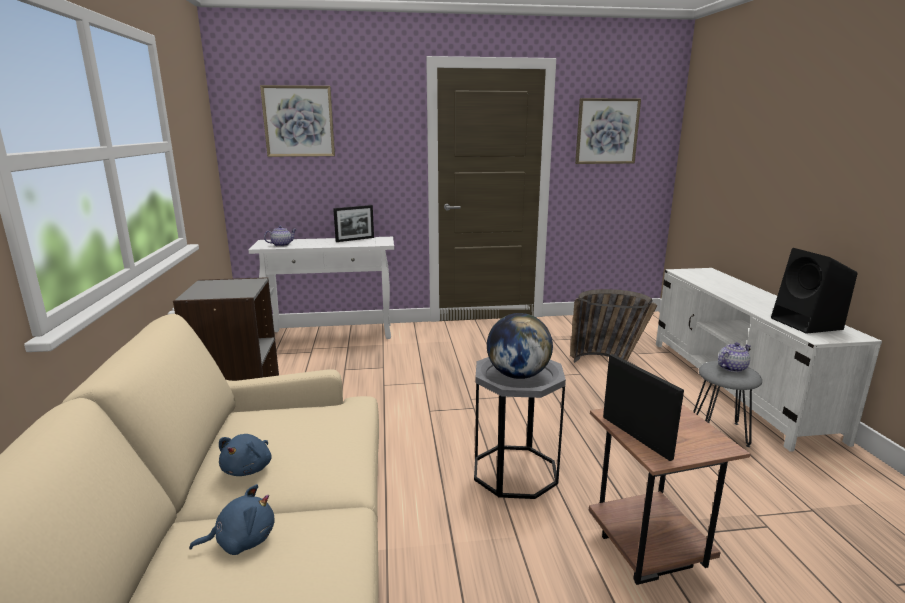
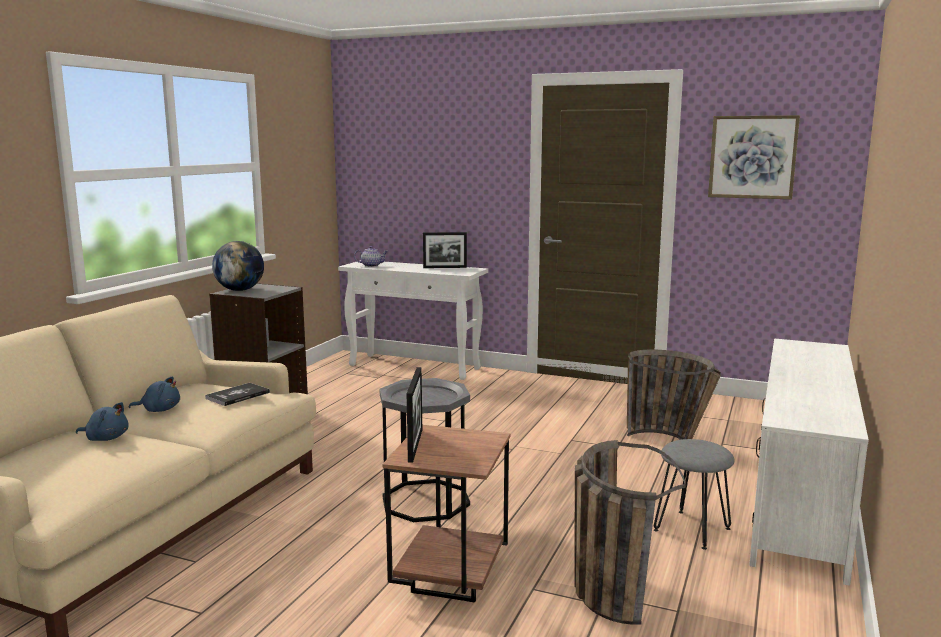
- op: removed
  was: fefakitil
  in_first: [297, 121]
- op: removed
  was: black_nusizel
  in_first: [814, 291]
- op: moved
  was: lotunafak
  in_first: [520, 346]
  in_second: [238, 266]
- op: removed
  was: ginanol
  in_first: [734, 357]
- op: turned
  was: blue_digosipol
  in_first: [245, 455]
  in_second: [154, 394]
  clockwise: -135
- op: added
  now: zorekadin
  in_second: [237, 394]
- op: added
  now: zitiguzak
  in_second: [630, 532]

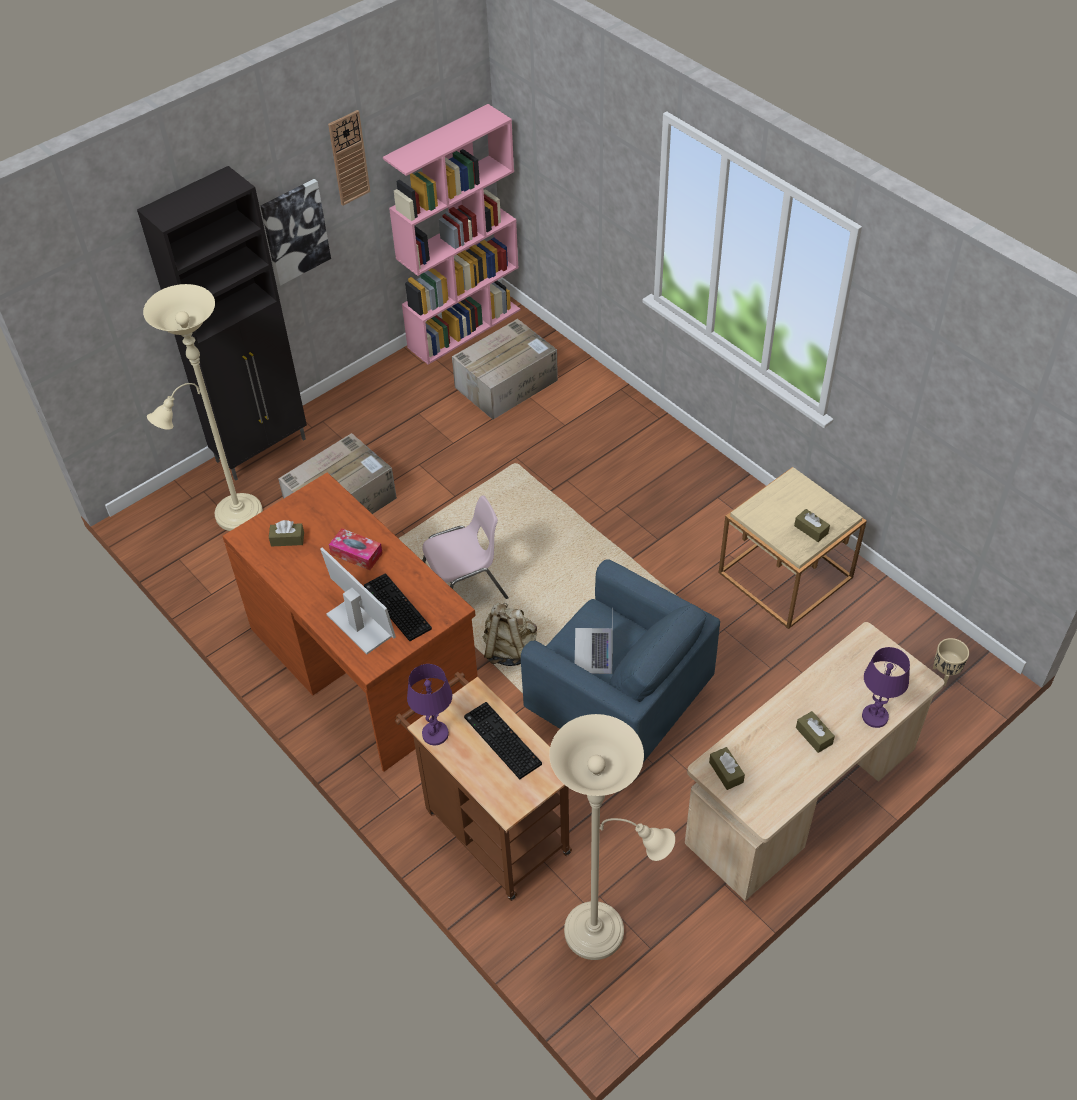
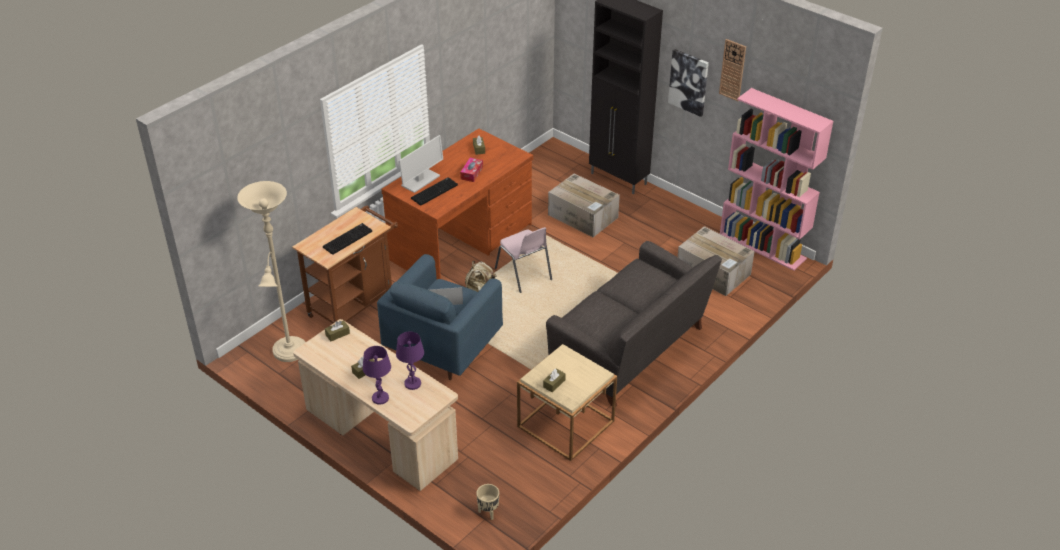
- op: removed
  was: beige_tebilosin
  in_first: [203, 407]
- op: moved
  was: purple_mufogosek
  in_first: [429, 704]
  in_second: [410, 360]
- op: added
  now: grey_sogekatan
  in_second: [634, 324]

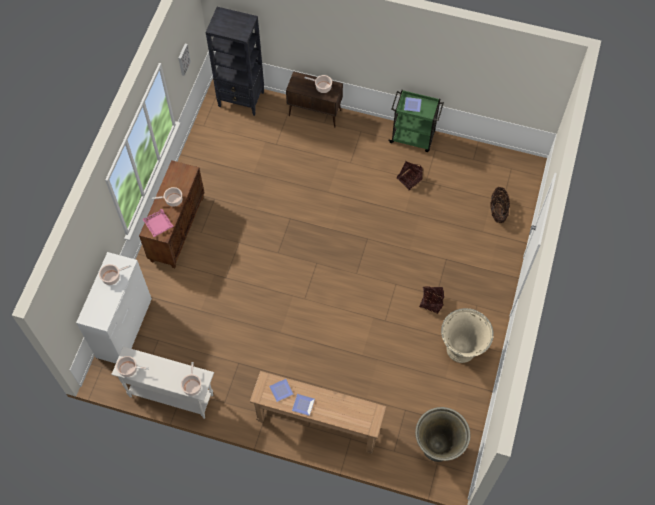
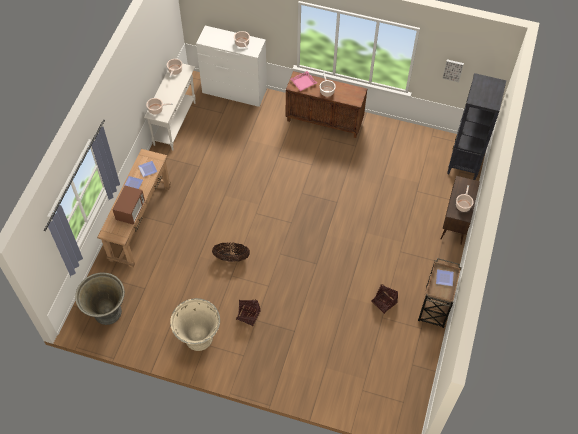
- op: recoloured
  was: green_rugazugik
  now: brown_rugazugik
  in_first: [416, 121]
  in_second: [440, 293]
- op: moved
  was: zitiguzak
  in_first: [500, 205]
  in_second: [231, 252]
- op: added
  now: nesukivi
  in_second: [128, 205]

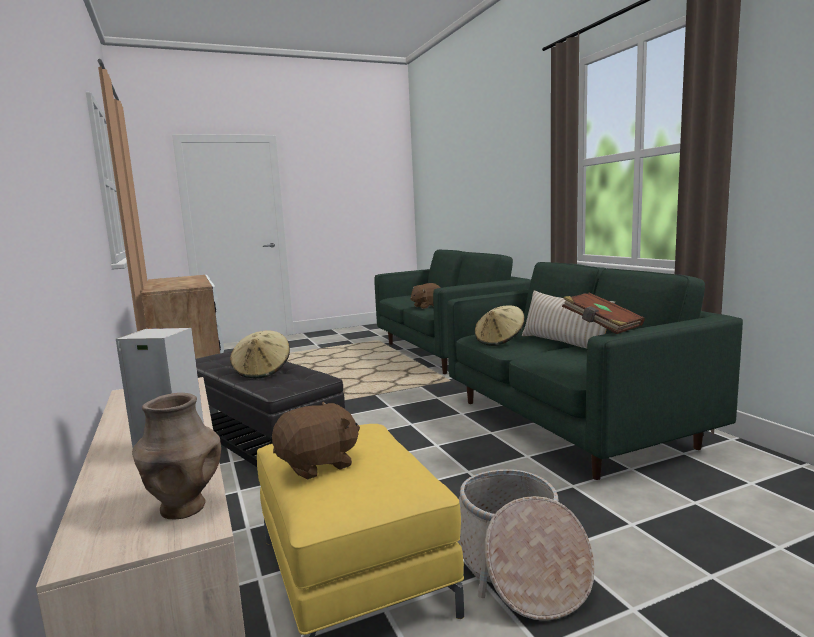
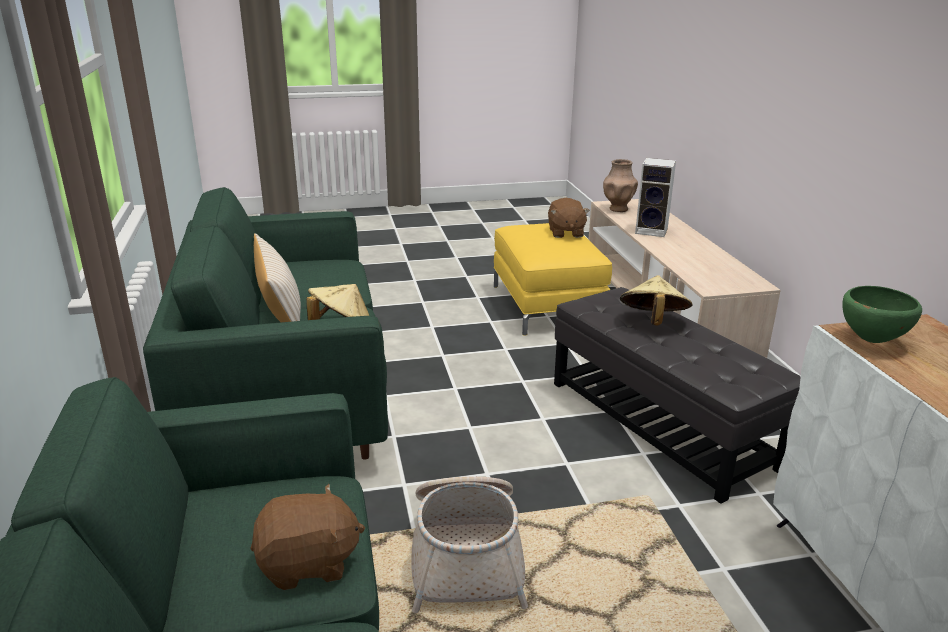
- op: removed
  was: brown_zorekadin
  in_first: [603, 313]
- op: turned
  was: brown_digosipol
  in_first: [316, 440]
  in_second: [569, 218]
  clockwise: -75
- op: moved
  was: zitiguzak
  in_first: [526, 545]
  in_second: [469, 545]
- op: added
  now: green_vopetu
  in_second: [882, 314]

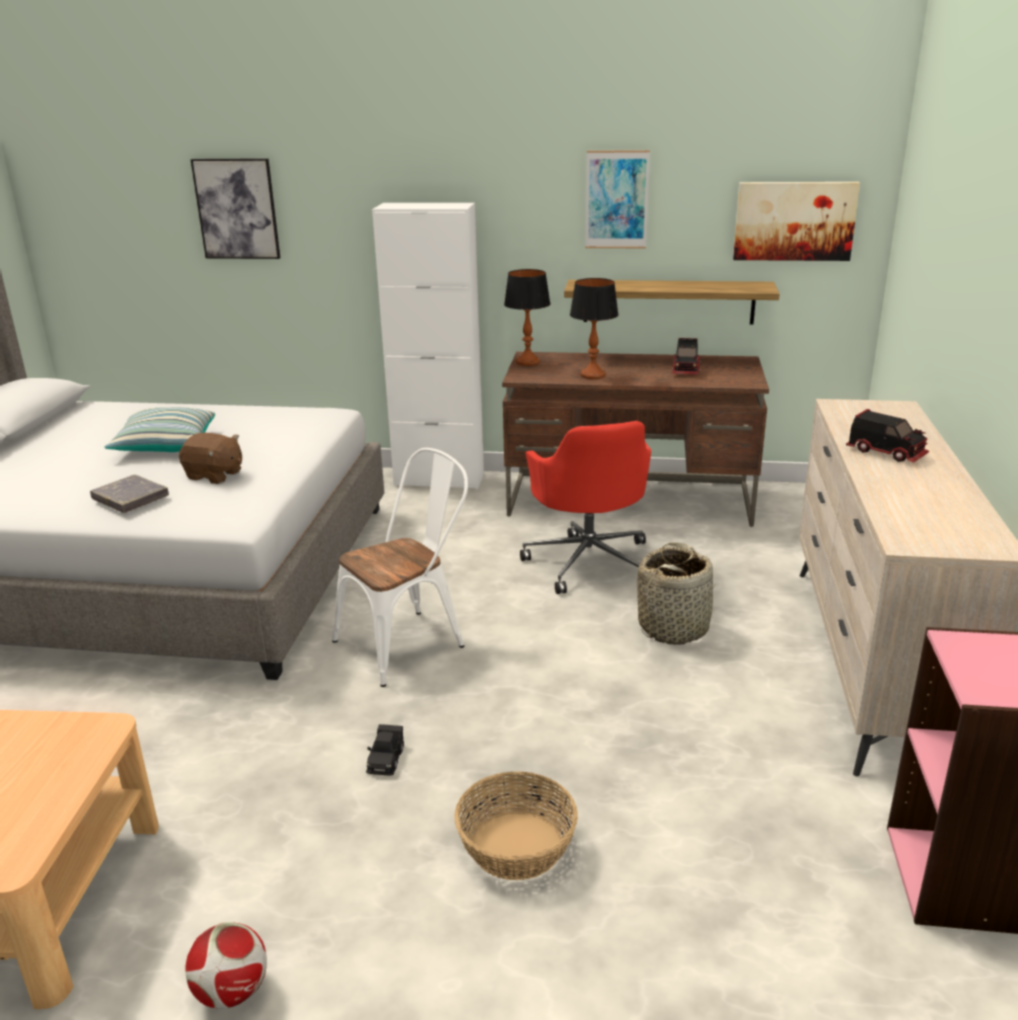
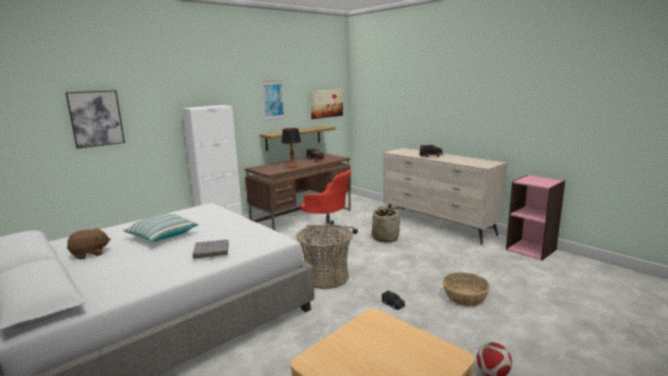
- op: removed
  was: mufogosek
  in_first: [527, 317]
- op: moved
  was: brown_digosipol
  in_first: [210, 458]
  in_second: [89, 244]
- op: replaced
  was: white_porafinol
  now: zitiguzak
  in_first: [400, 567]
  in_second: [324, 256]

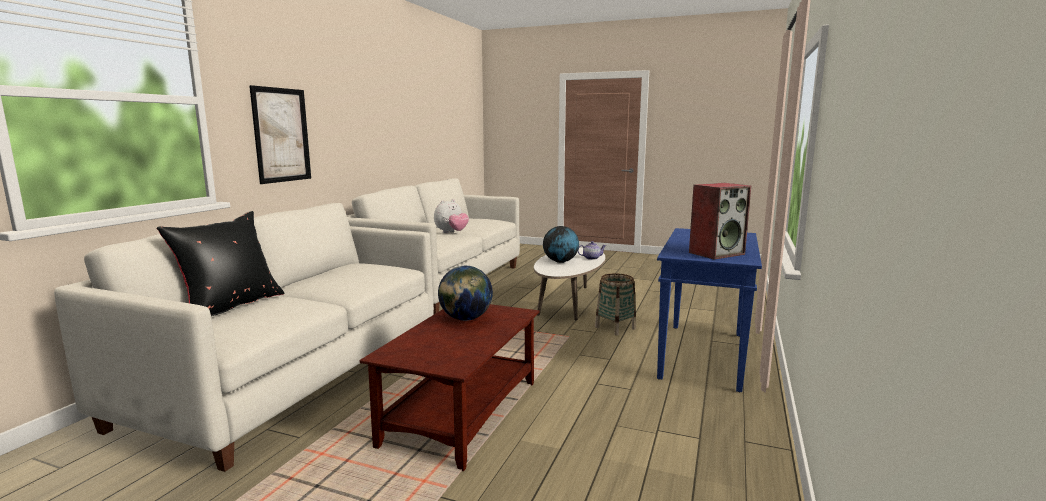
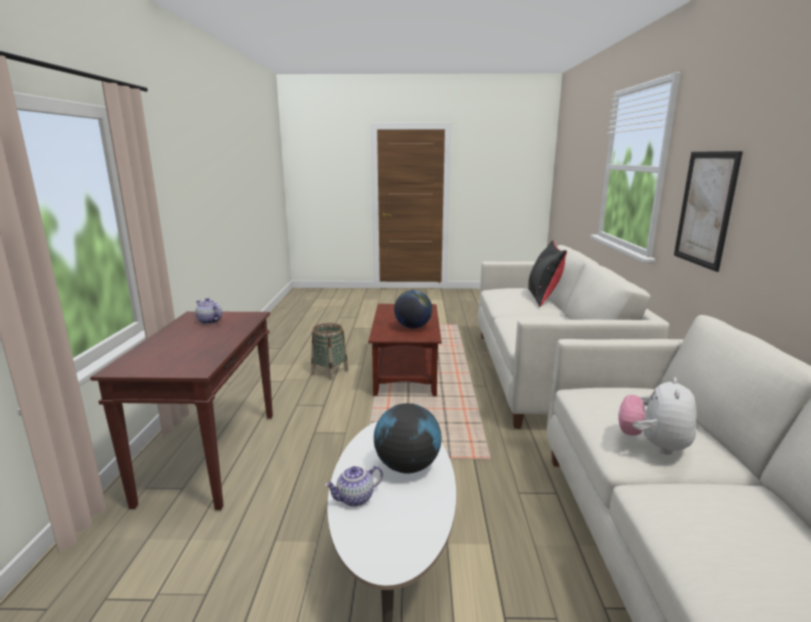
- op: replaced
  was: nusizel
  now: ginanol
  in_first: [720, 221]
  in_second: [208, 311]
- op: recoloured
  was: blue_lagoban
  now: brown_lagoban
  in_first: [709, 310]
  in_second: [181, 410]
- op: moved
  was: zitiguzak
  in_first: [615, 304]
  in_second: [329, 351]

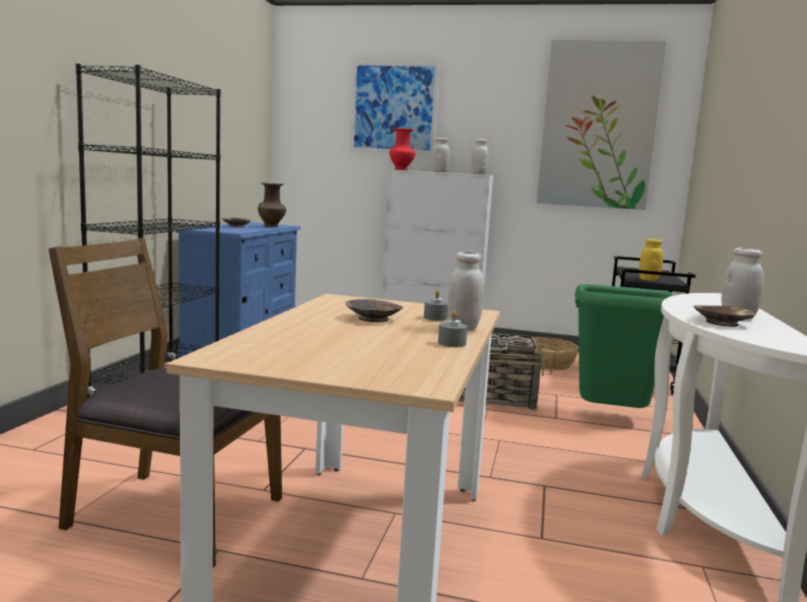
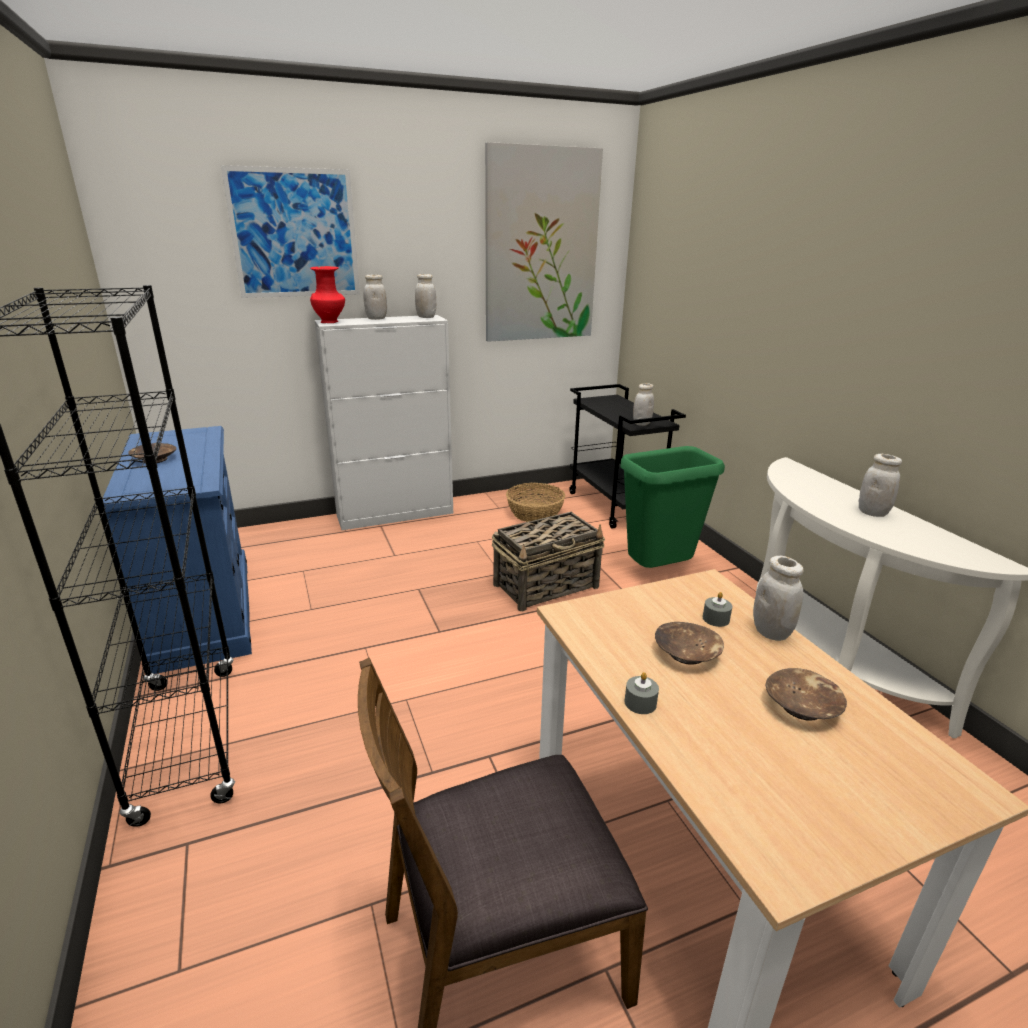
- op: removed
  was: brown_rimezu
  in_first: [272, 205]
- op: recoloured
  was: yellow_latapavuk
  now: white_latapavuk
  in_first: [651, 260]
  in_second: [643, 404]
- op: moved
  was: brown_vopetu
  in_first: [724, 316]
  in_second: [806, 694]
- op: moved
  was: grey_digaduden
  in_first: [452, 328]
  in_second: [642, 693]

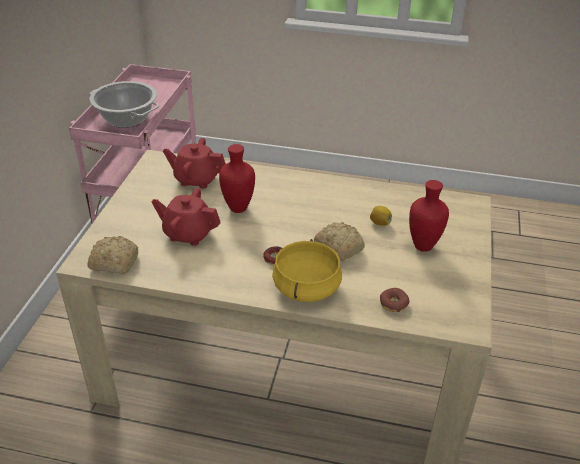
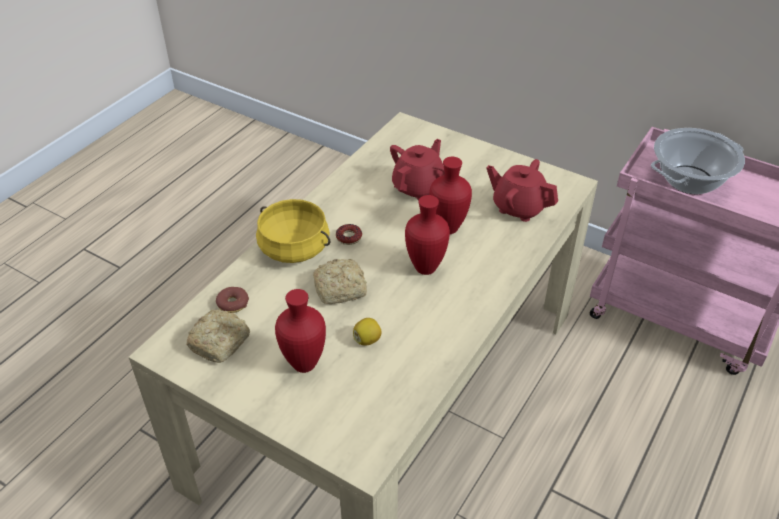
- op: turned
  was: red_ginanol
  in_first: [194, 163]
  in_second: [522, 190]
  clockwise: -90
- op: moved
  was: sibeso
  in_first: [112, 255]
  in_second: [218, 336]
- op: added
  now: red_rimezu
  in_second: [427, 235]

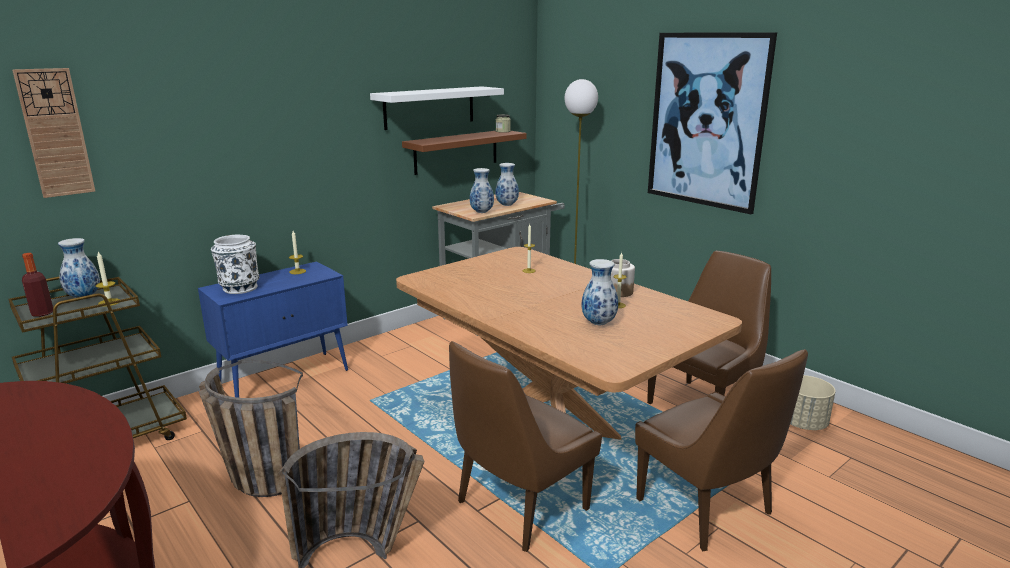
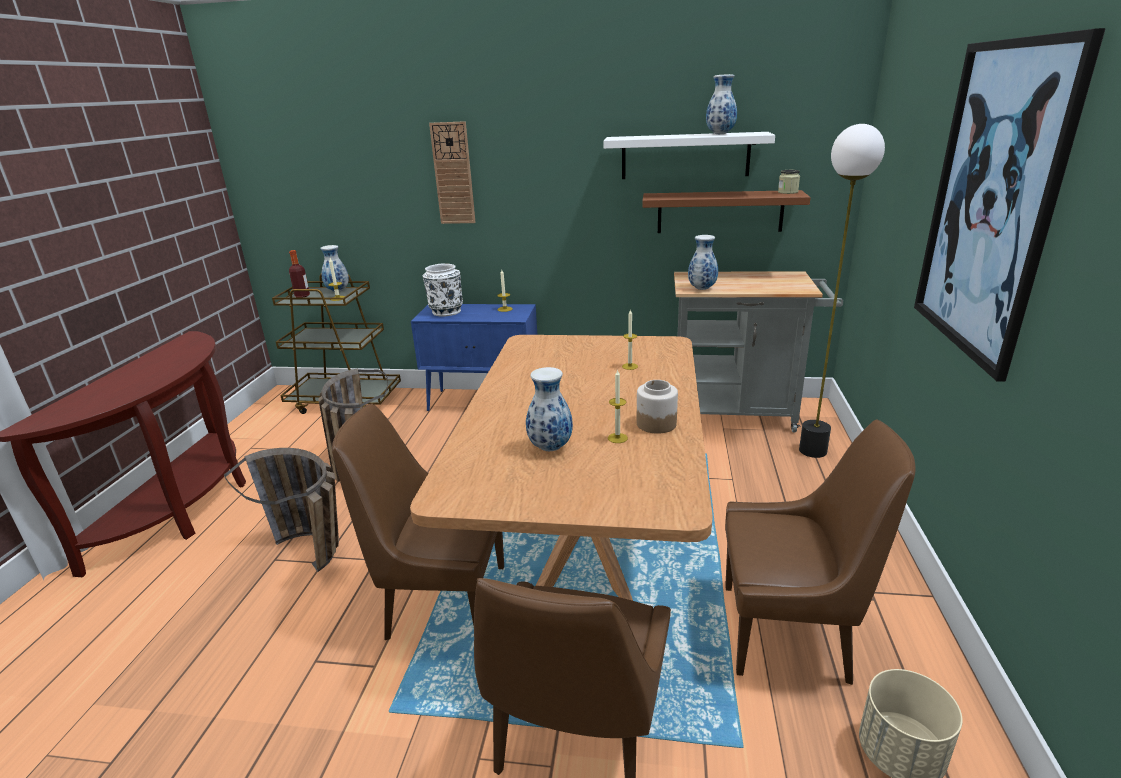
- op: moved
  was: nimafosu
  in_first: [53, 133]
  in_second: [452, 172]
- op: moved
  was: rimezu
  in_first: [507, 184]
  in_second: [721, 104]

